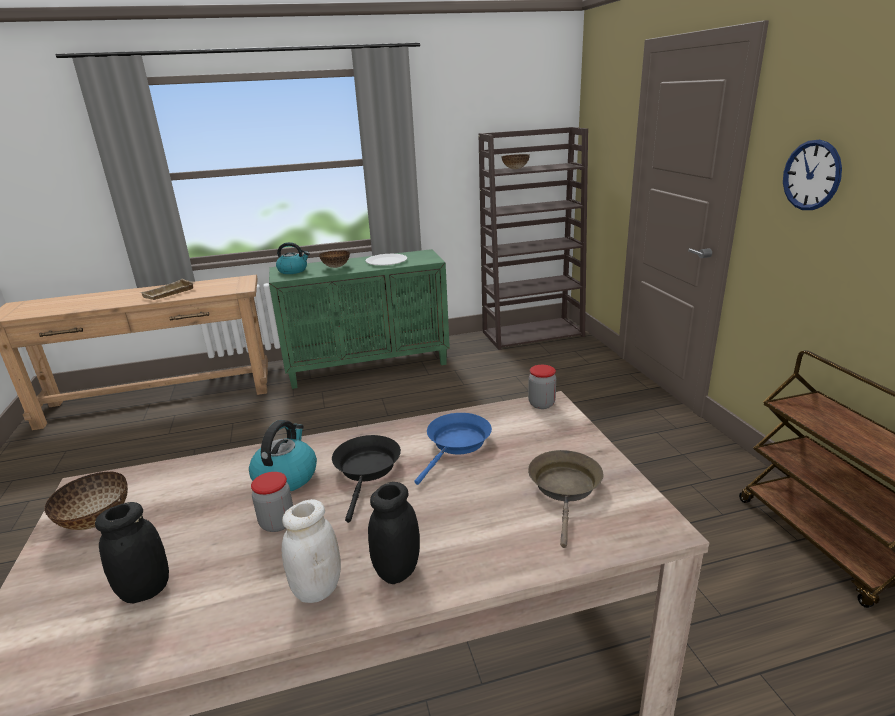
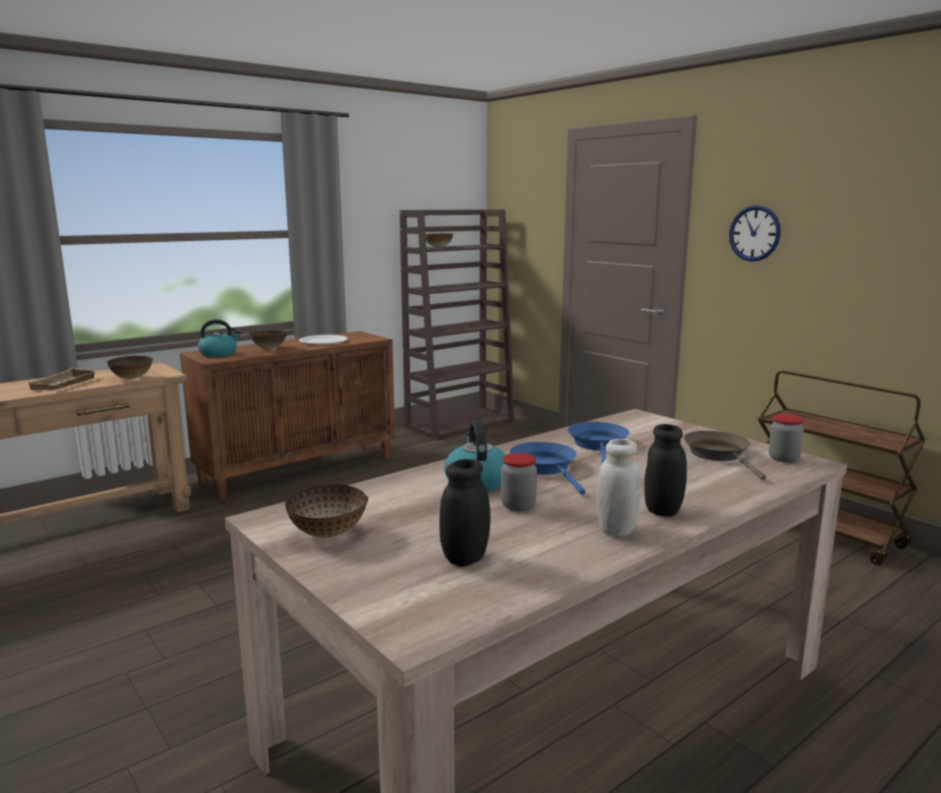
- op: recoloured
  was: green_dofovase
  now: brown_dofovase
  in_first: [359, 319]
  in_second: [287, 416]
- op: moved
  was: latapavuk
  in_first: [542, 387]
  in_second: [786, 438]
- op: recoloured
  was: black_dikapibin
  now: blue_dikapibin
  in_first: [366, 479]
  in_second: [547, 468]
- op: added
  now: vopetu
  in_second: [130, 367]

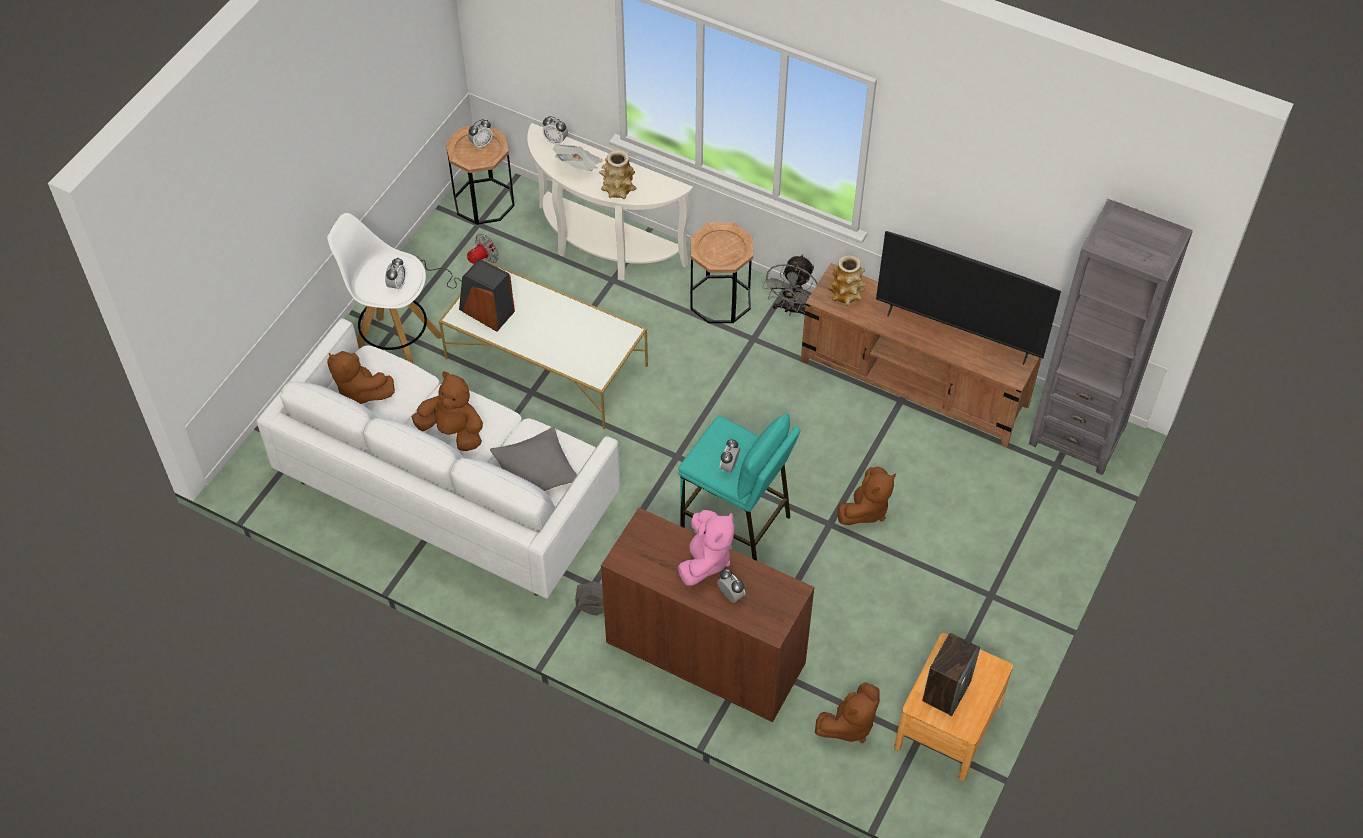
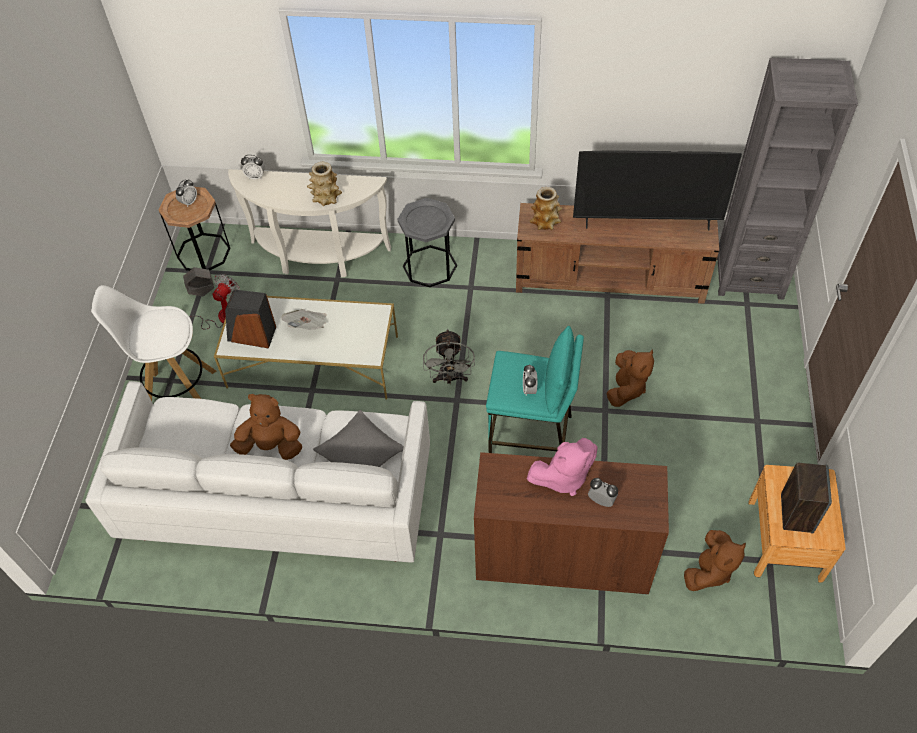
- op: moved
  was: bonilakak
  in_first: [578, 157]
  in_second: [304, 319]
- op: recoloured
  was: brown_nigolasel
  now: grey_nigolasel
  in_first: [721, 272]
  in_second: [427, 242]
- op: moved
  was: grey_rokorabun
  in_first: [790, 284]
  in_second: [449, 356]
- op: removed
  was: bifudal
  in_first: [395, 274]
- op: removed
  was: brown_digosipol
  in_first: [361, 377]
- op: turned
  was: pink_digosipol
  in_first: [706, 548]
  in_second: [562, 467]
  clockwise: 75
- op: moved
  was: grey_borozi
  in_first: [589, 598]
  in_second: [198, 281]

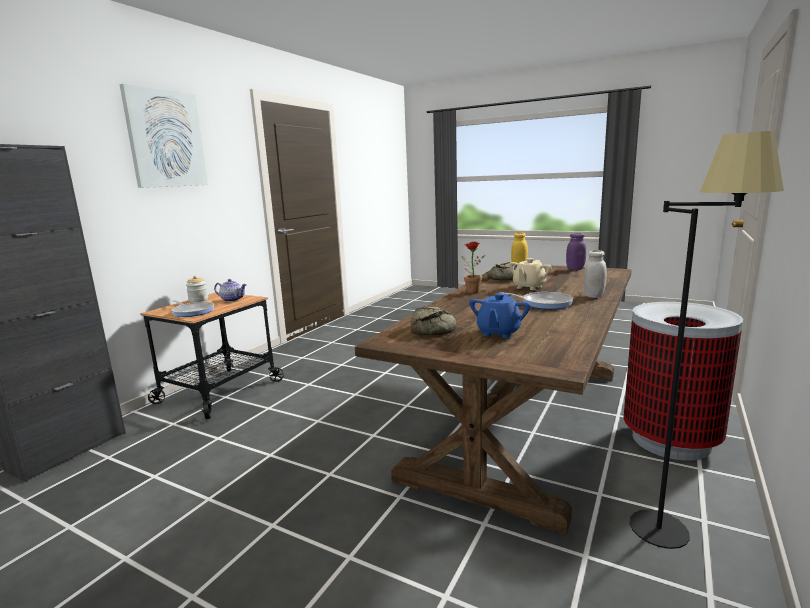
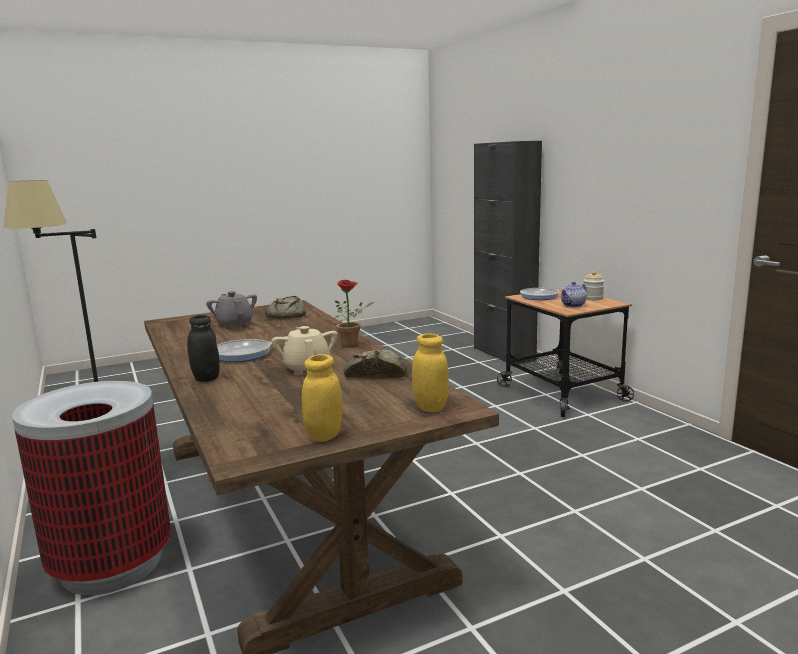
- op: removed
  was: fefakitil
  in_first: [164, 136]
- op: recoloured
  was: purple_latapavuk
  now: yellow_latapavuk
  in_first: [576, 251]
  in_second: [322, 398]
- op: recoloured
  was: white_latapavuk
  now: black_latapavuk
  in_first: [595, 274]
  in_second: [203, 348]
- op: recoloured
  was: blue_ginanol
  now: grey_ginanol
  in_first: [500, 316]
  in_second: [231, 310]

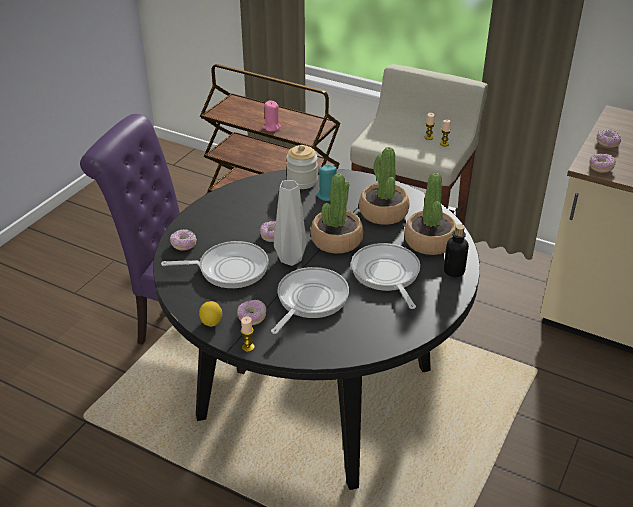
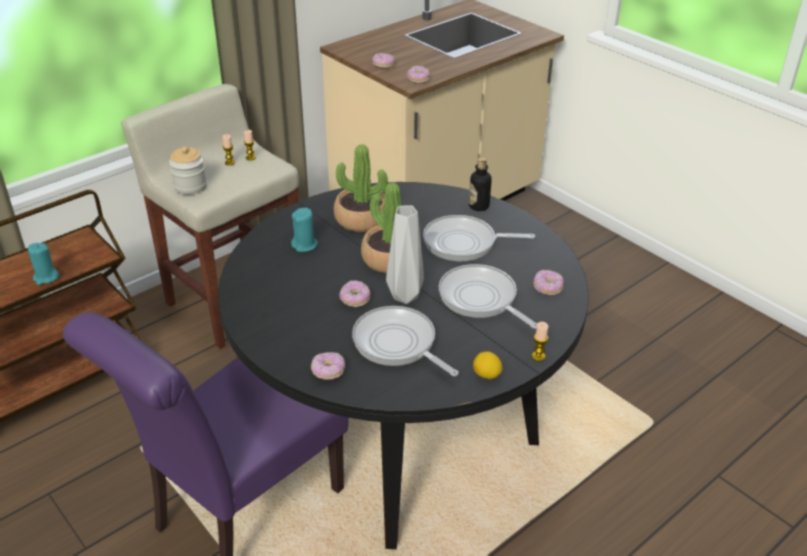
- op: recoloured
  was: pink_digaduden
  now: turquoise_digaduden
  in_first: [271, 116]
  in_second: [43, 264]
- op: moved
  was: latapavuk
  in_first: [302, 167]
  in_second: [188, 170]
- op: removed
  was: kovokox
  in_first: [430, 214]
- op: turned
  was: dikapibin
  in_first: [215, 264]
  in_second: [405, 341]
  clockwise: -60
- op: moved
  was: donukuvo
  in_first: [251, 312]
  in_second: [548, 282]

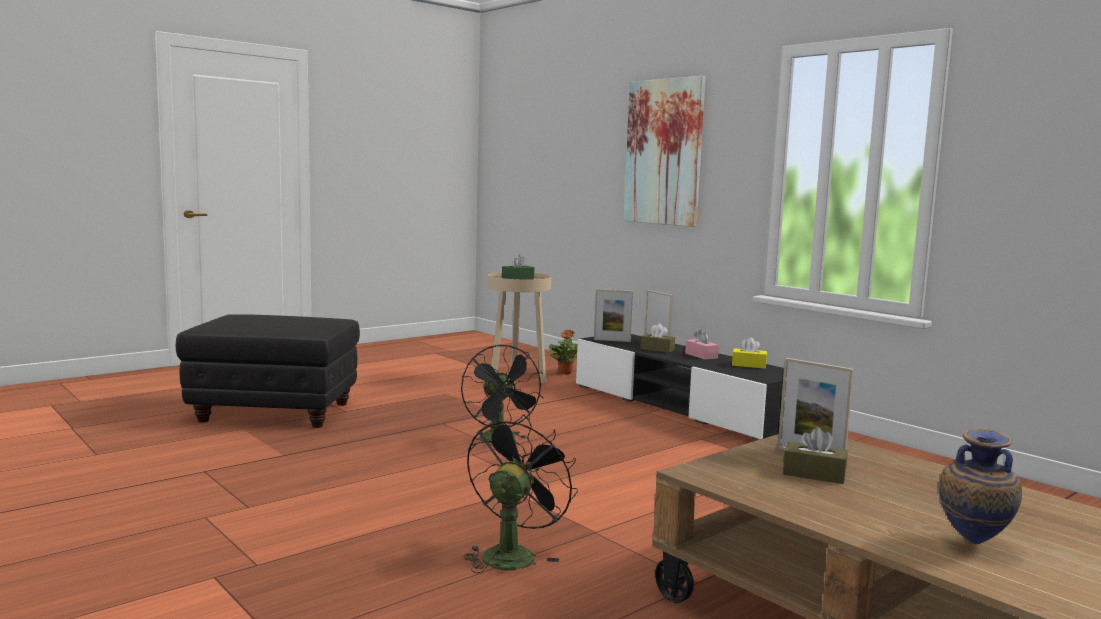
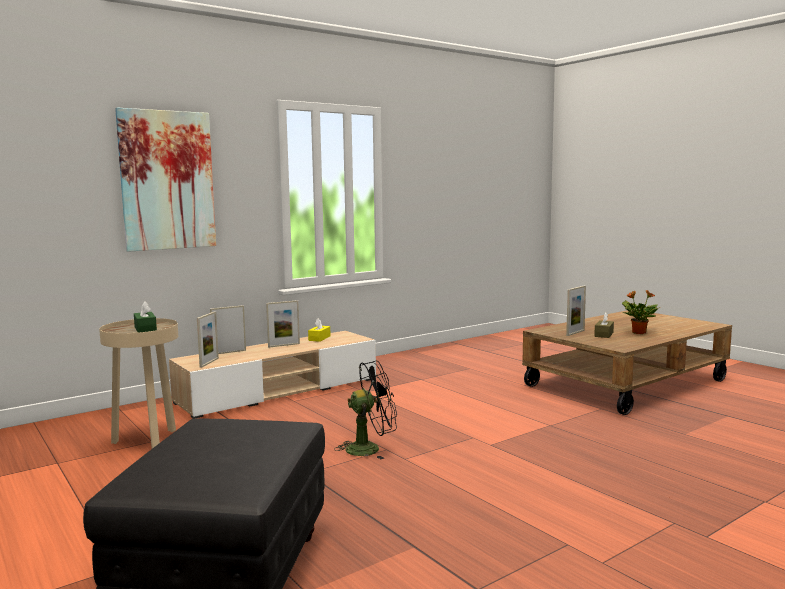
- op: removed
  was: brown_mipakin
  in_first: [657, 338]
- op: replaced
  was: pink_mipakin
  now: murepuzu
  in_first: [702, 344]
  in_second: [283, 323]
- op: moved
  was: kovokox
  in_first: [563, 352]
  in_second: [641, 312]
- op: recoloured
  was: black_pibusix
  now: beige_pibusix
  in_first: [680, 387]
  in_second: [272, 375]
- op: removed
  was: black_rokorabun
  in_first: [520, 493]
- op: removed
  was: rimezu
  in_first: [980, 486]

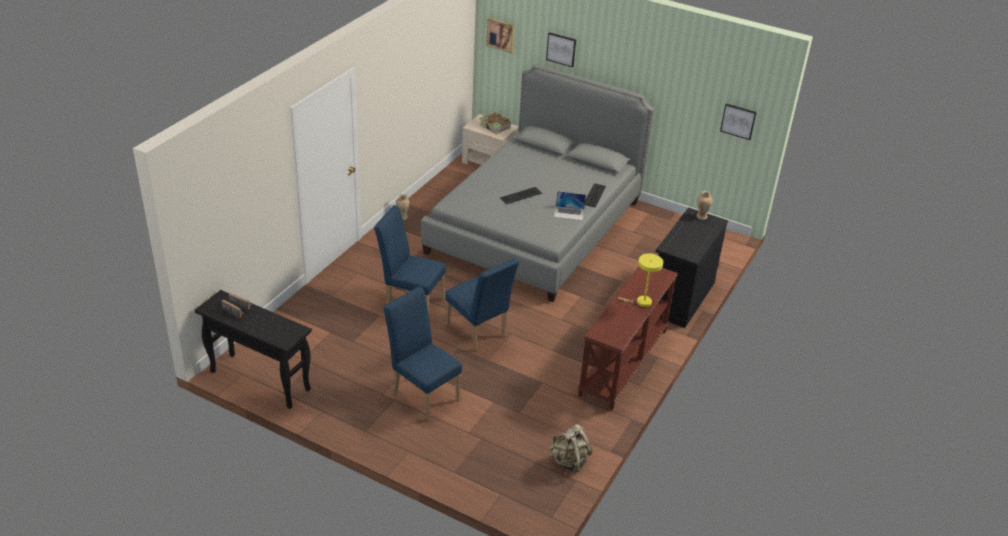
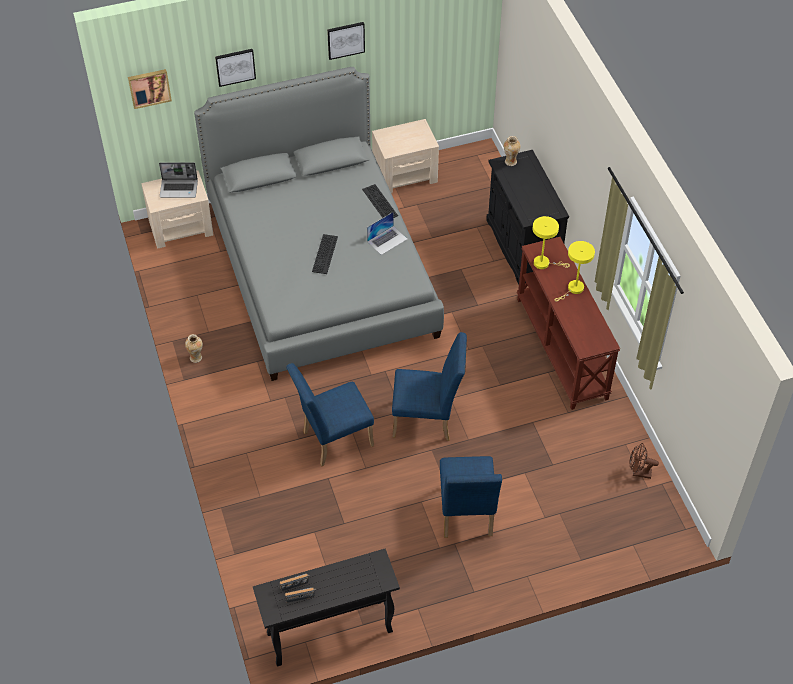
- op: moved
  was: fefakitil
  in_first: [738, 121]
  in_second: [346, 41]
- op: replaced
  was: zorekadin
  now: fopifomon
  in_first: [495, 123]
  in_second: [178, 180]
- op: turned
  was: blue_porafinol
  in_first: [422, 354]
  in_second: [471, 497]
  clockwise: -90
- op: replaced
  was: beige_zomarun
  now: brown_rokorabun
  in_first: [571, 448]
  in_second: [644, 461]
- op: added
  now: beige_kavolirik
  in_second: [405, 156]
- op: added
  now: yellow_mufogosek
  in_second: [551, 242]

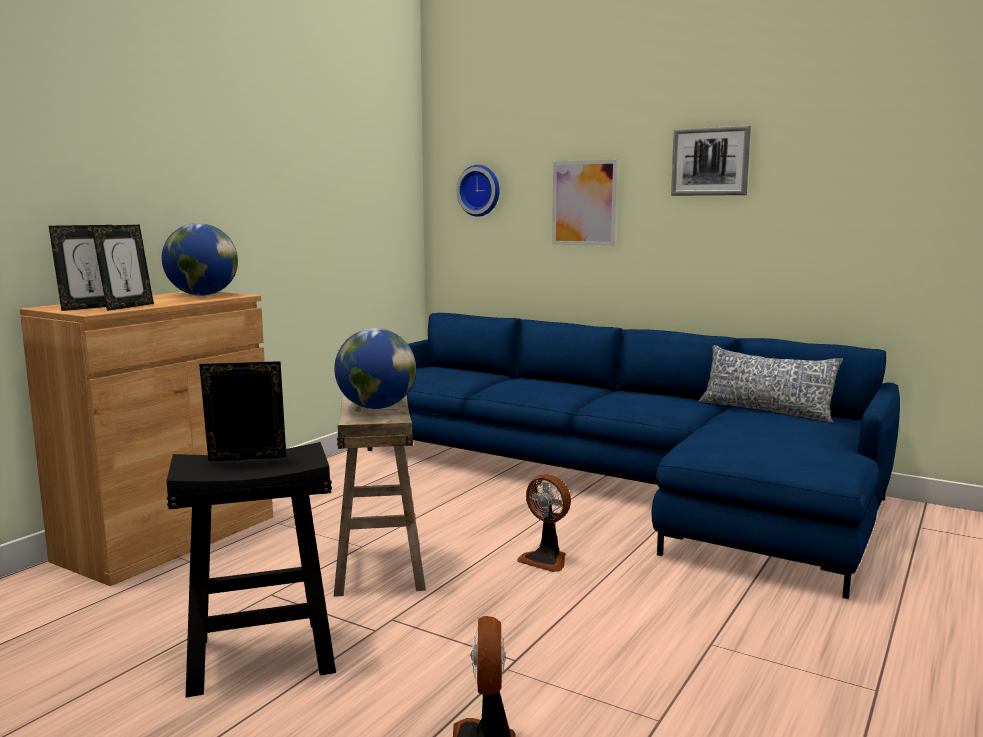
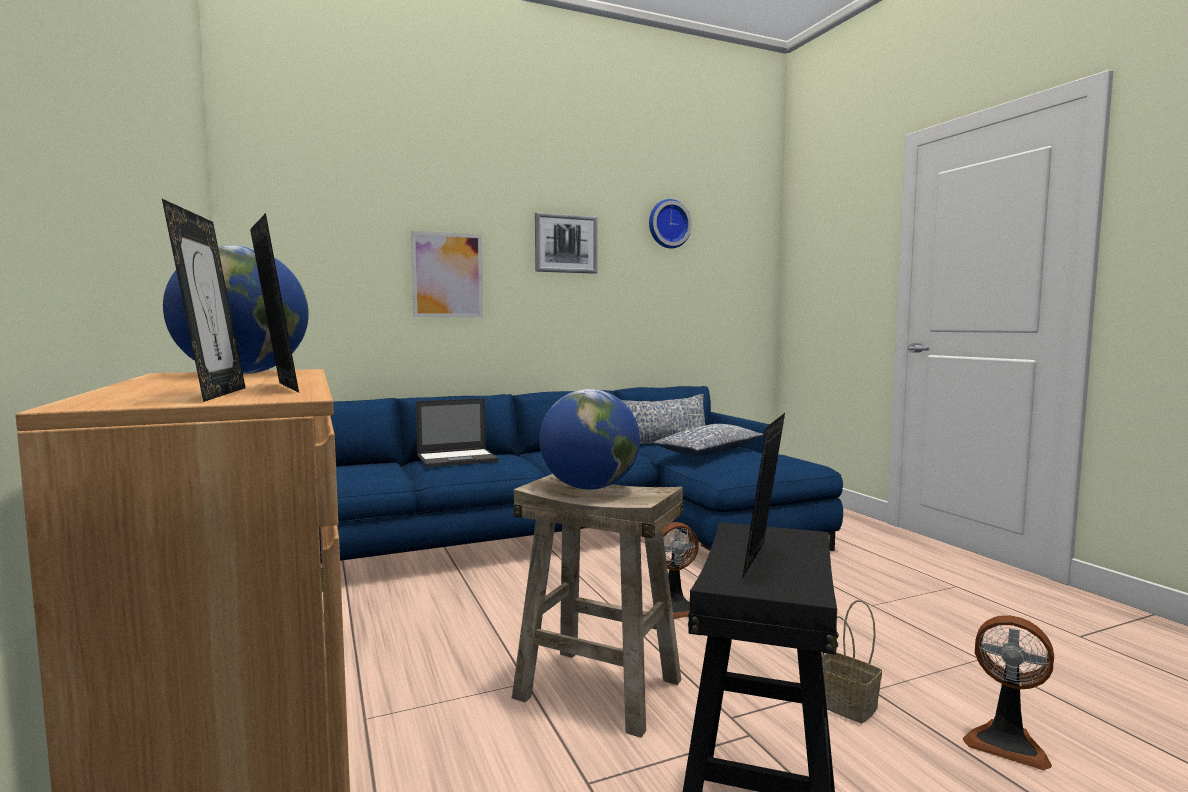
- op: moved
  was: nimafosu
  in_first: [478, 191]
  in_second: [670, 224]
- op: added
  now: fopifomon
  in_second: [457, 432]
- op: added
  now: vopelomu
  in_second: [708, 440]
- op: added
  now: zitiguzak
  in_second: [852, 661]

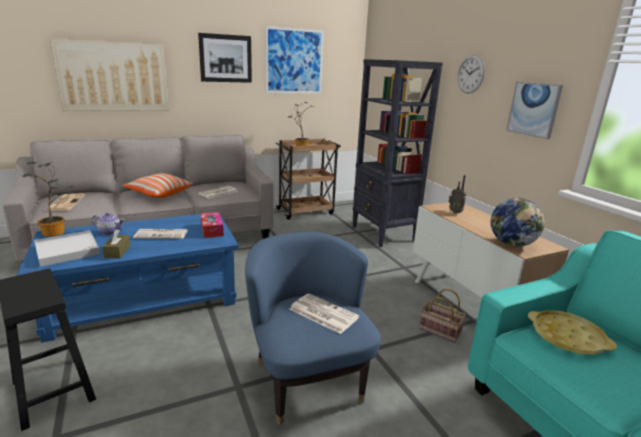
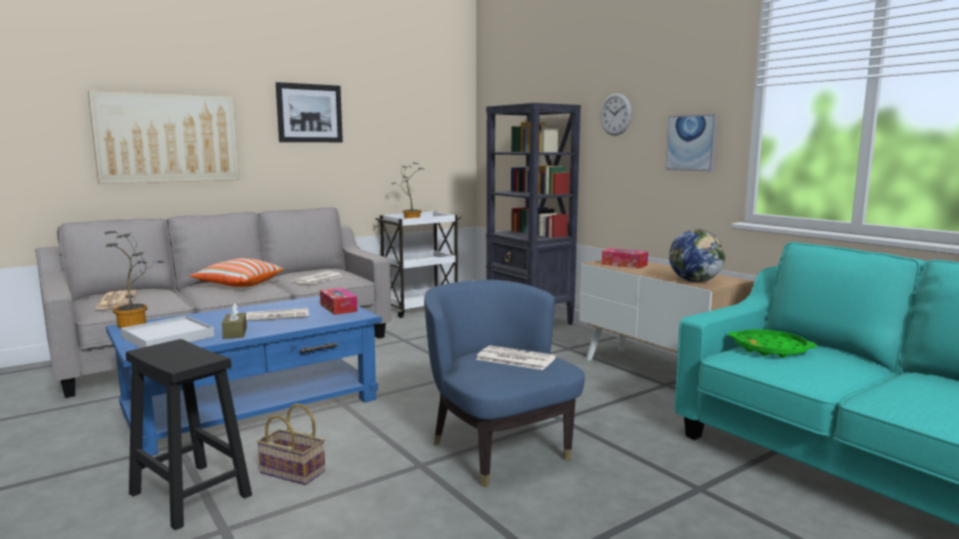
- op: removed
  was: fefakitil
  in_first: [294, 60]
- op: recoloured
  was: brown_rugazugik
  now: white_rugazugik
  in_first: [308, 179]
  in_second: [418, 264]
- op: replaced
  was: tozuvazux
  now: mipakin
  in_first: [457, 194]
  in_second: [625, 258]
- op: removed
  was: ginanol
  in_first: [108, 224]
- op: moved
  was: zitiguzak
  in_first: [442, 316]
  in_second: [291, 444]
- op: recoloured
  was: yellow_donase
  now: green_donase
  in_first: [572, 332]
  in_second: [772, 343]

